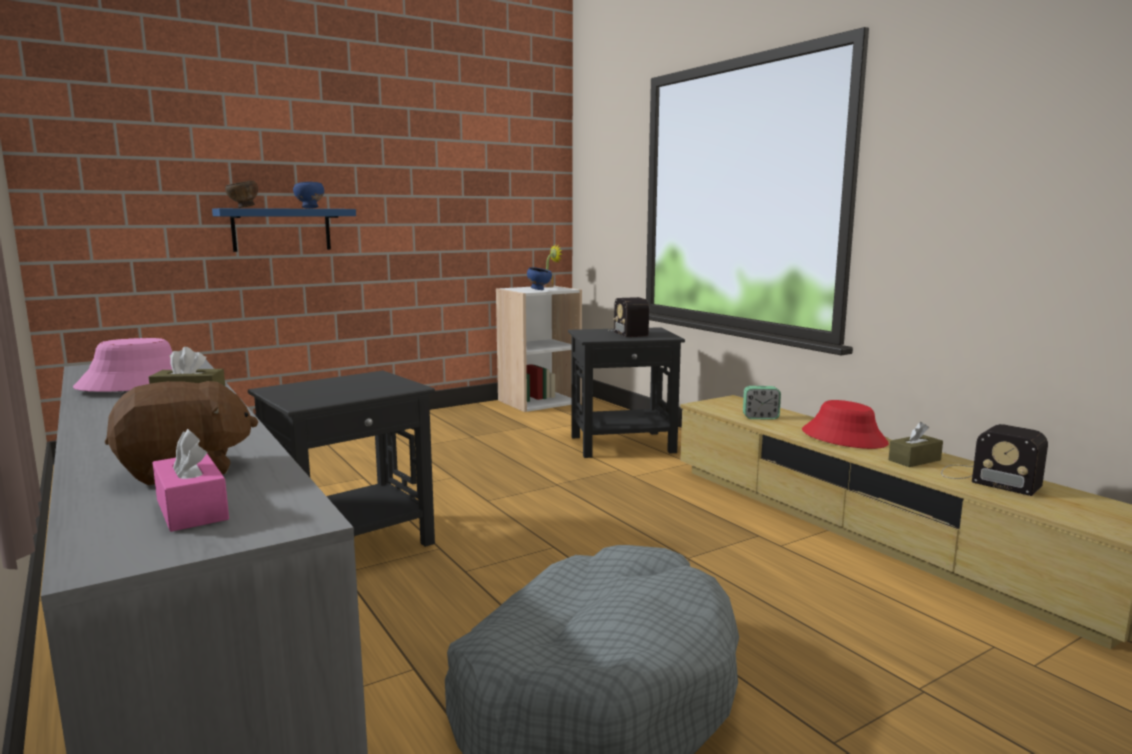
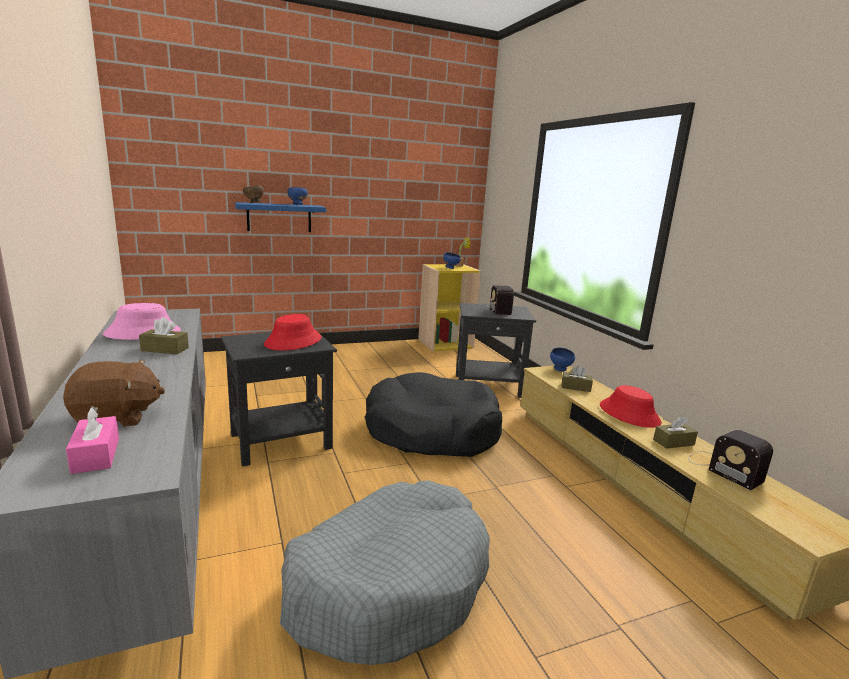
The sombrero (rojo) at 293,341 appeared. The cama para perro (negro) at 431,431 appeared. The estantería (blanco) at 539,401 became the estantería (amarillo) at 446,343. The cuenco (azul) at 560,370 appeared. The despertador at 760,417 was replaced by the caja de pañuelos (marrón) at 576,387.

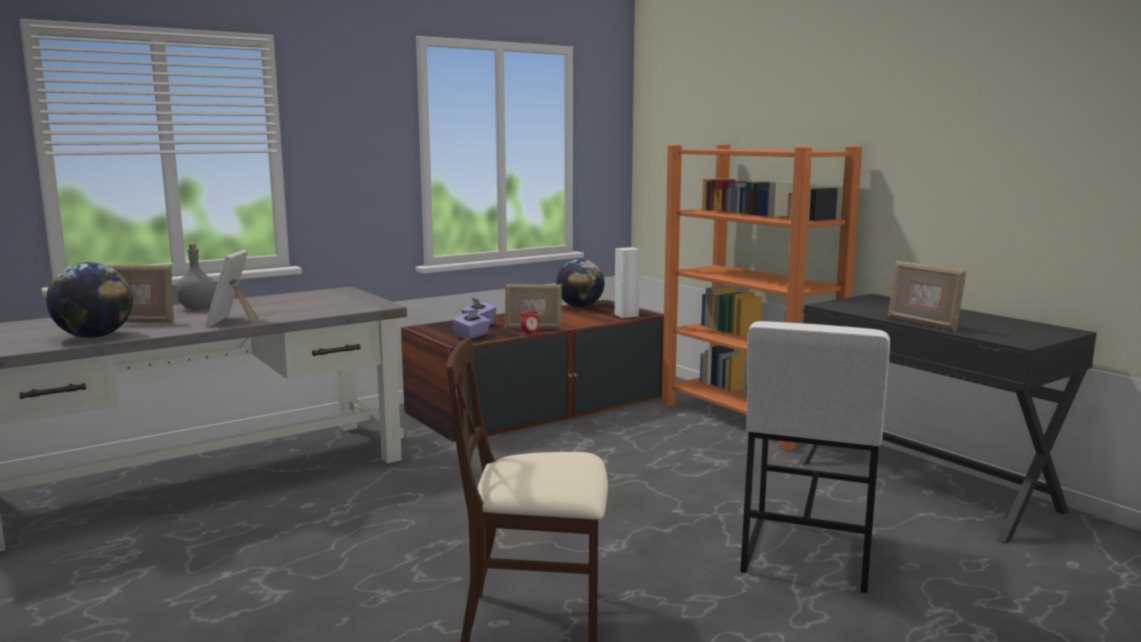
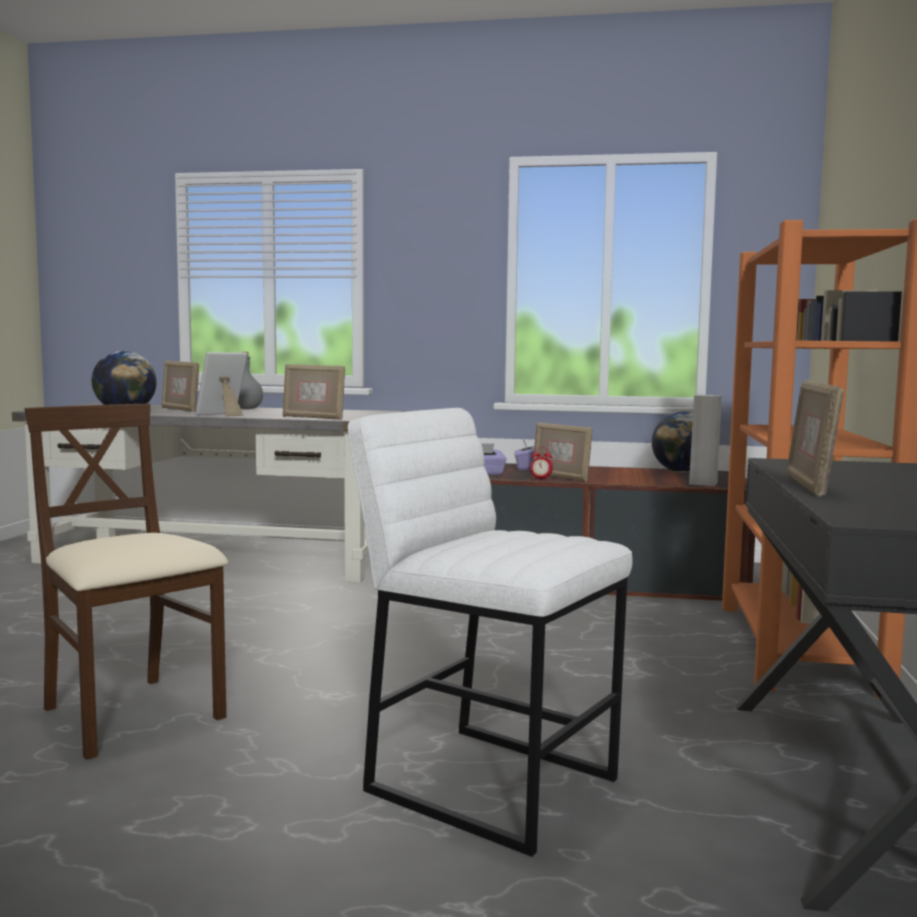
The portarretratos at 313,418 appeared. The silla (blanco) at 807,554 turned 60 degrees clockwise.

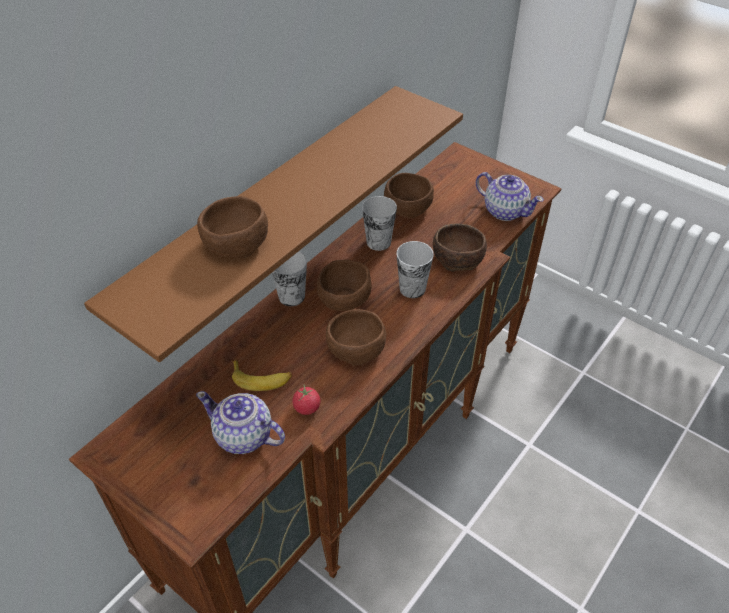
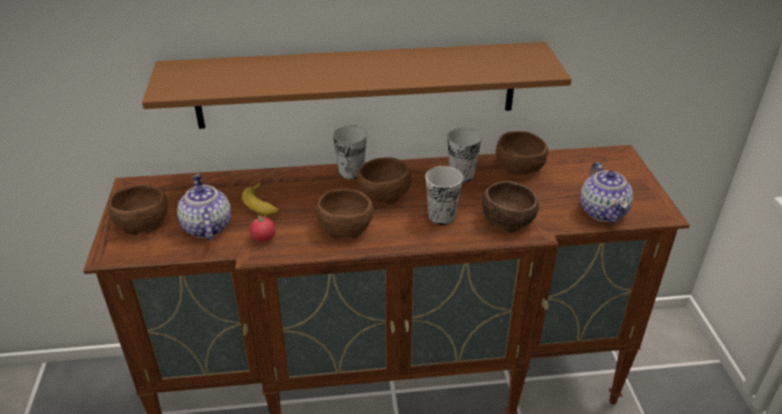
The cuenco (marrón) moved from 234,243 to 141,221.

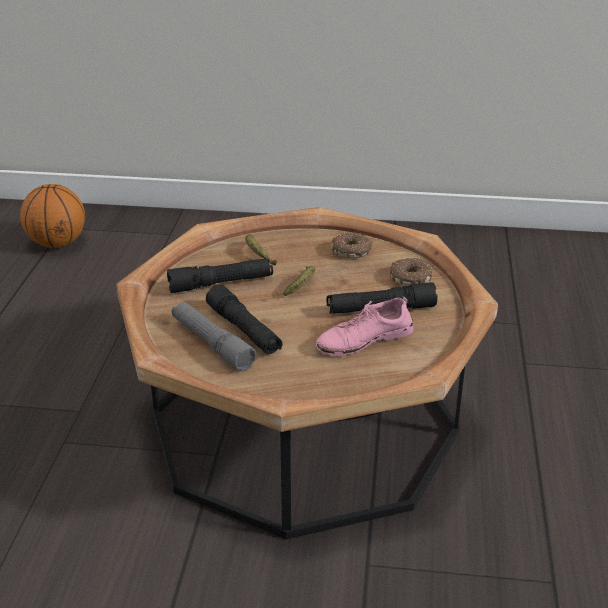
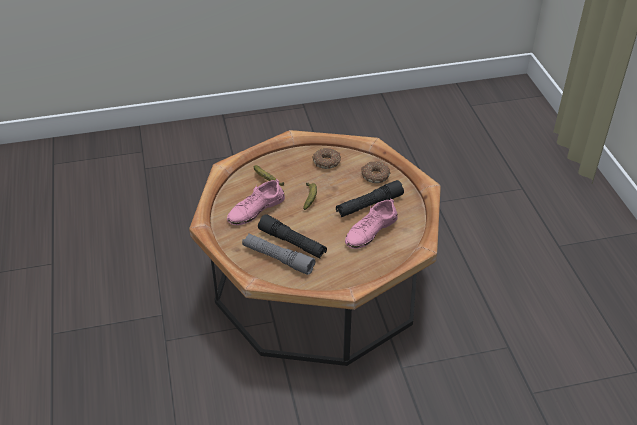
The linterna (negro) at 221,284 was replaced by the zapato (rosa) at 256,209. The balón de baloncesto at 57,243 disappeared.

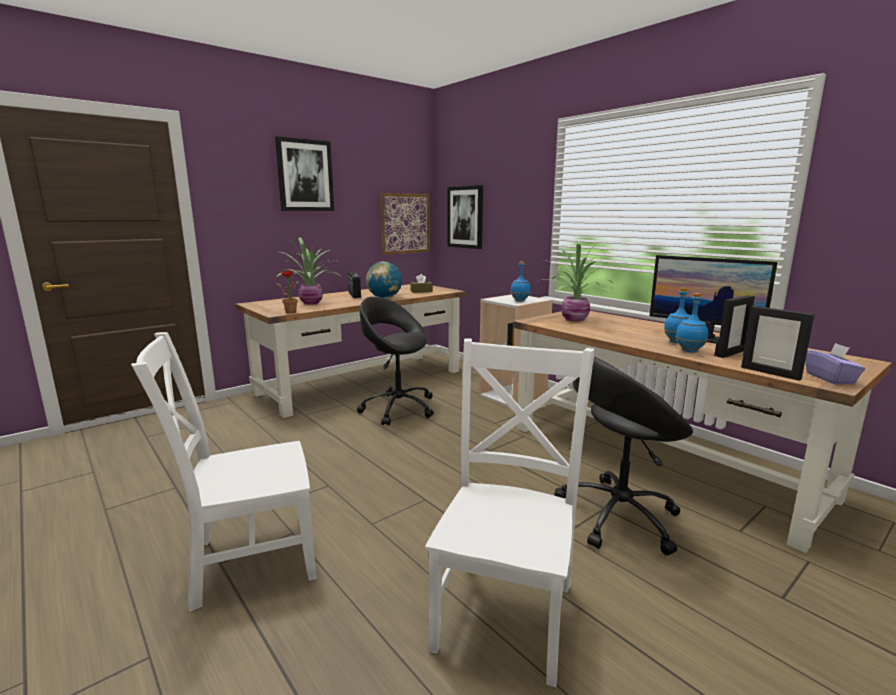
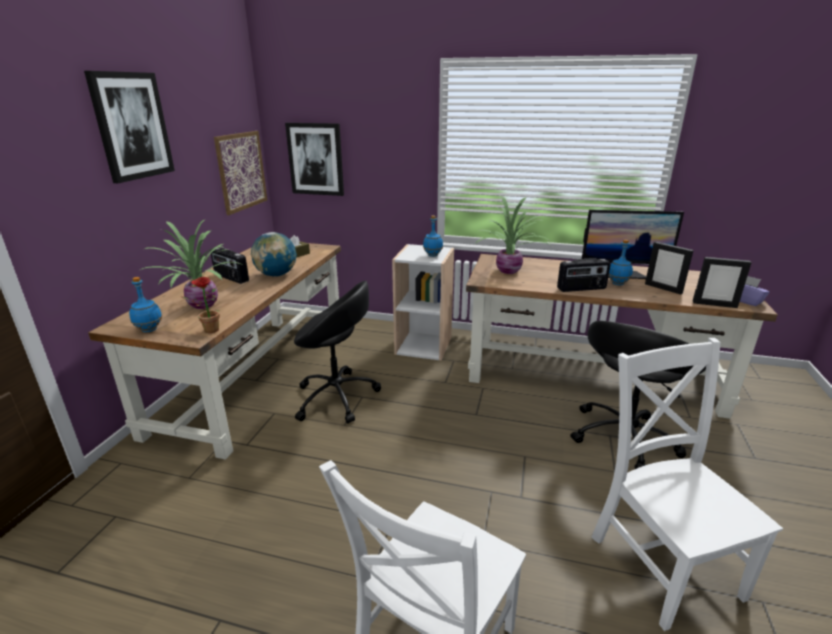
The botella (azul) moved from 689,351 to 149,330. The silla de oficina (negro) at 397,408 turned 150 degrees counterclockwise. The radio at 581,289 appeared. The portarretratos at 730,353 turned 120 degrees clockwise.

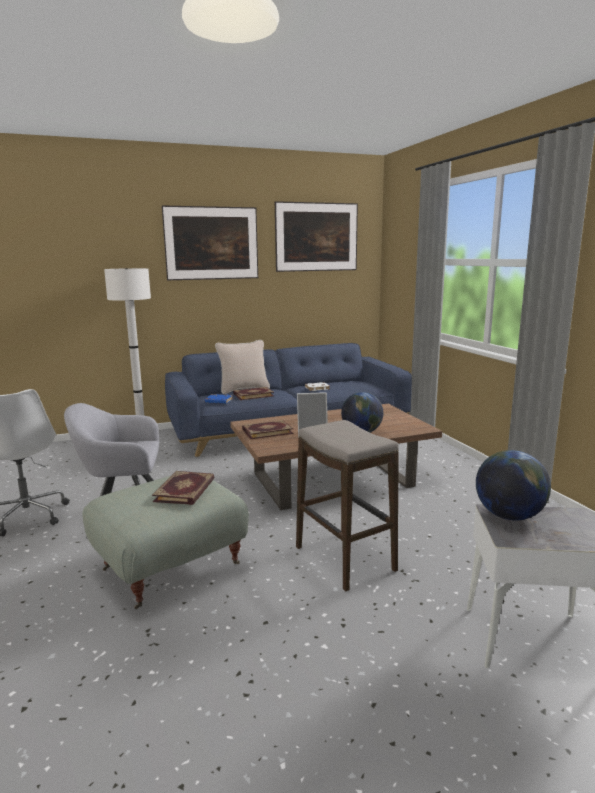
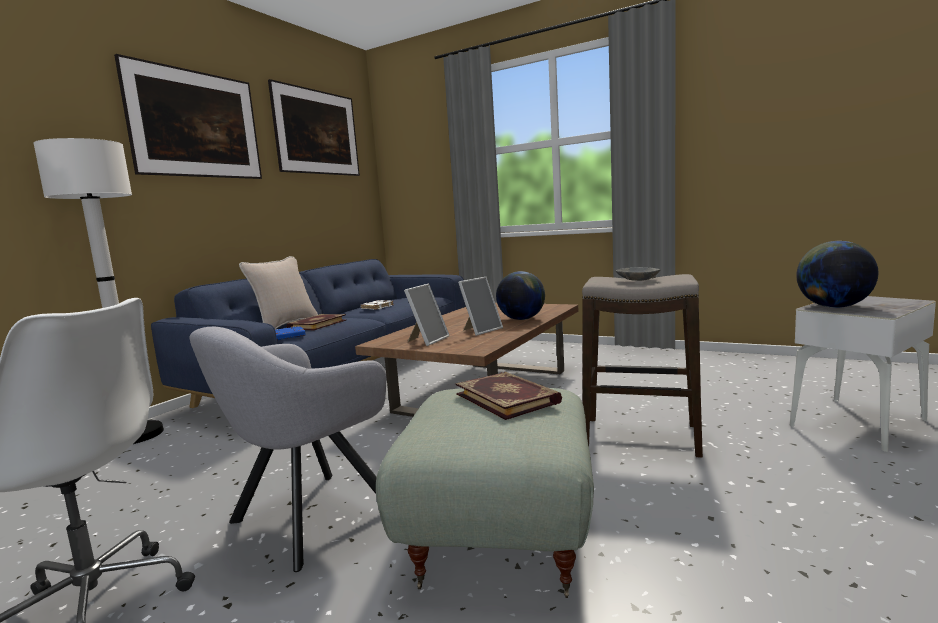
The libro at 267,431 was replaced by the portarretratos at 427,340. The cuenco (gris) at 638,280 appeared.

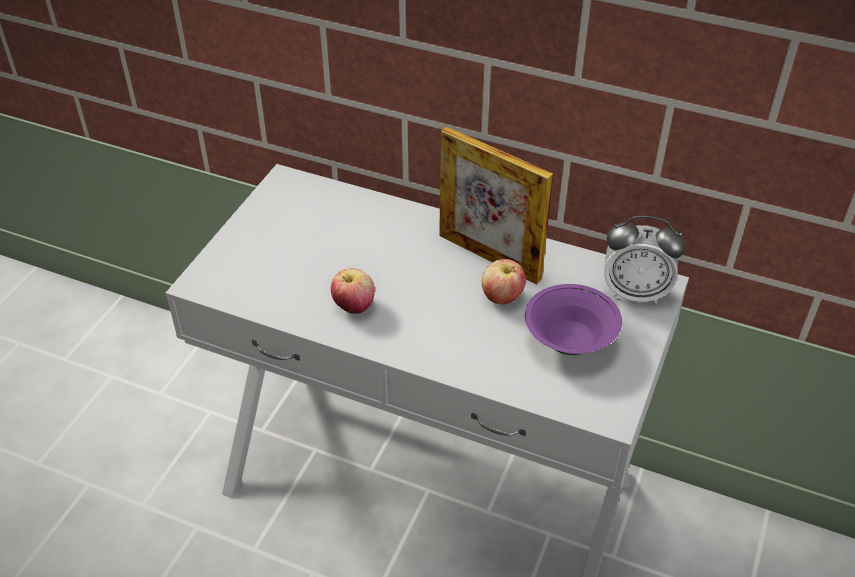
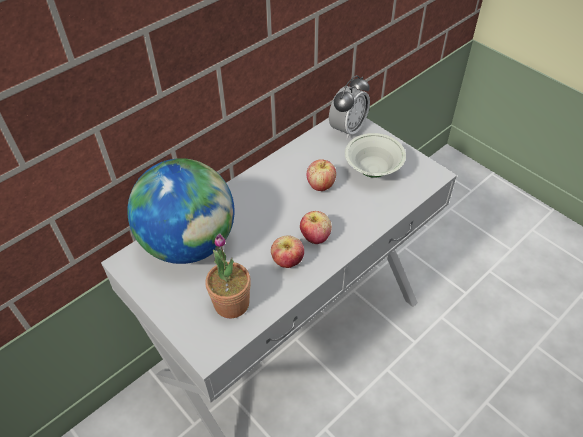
The globo terráqueo at 189,243 appeared. The planta en maceta at 231,303 appeared. The manzana at 315,237 appeared. The cuenco (morado) at 570,342 became the cuenco (blanco) at 373,170. The portarretratos at 489,257 disappeared.

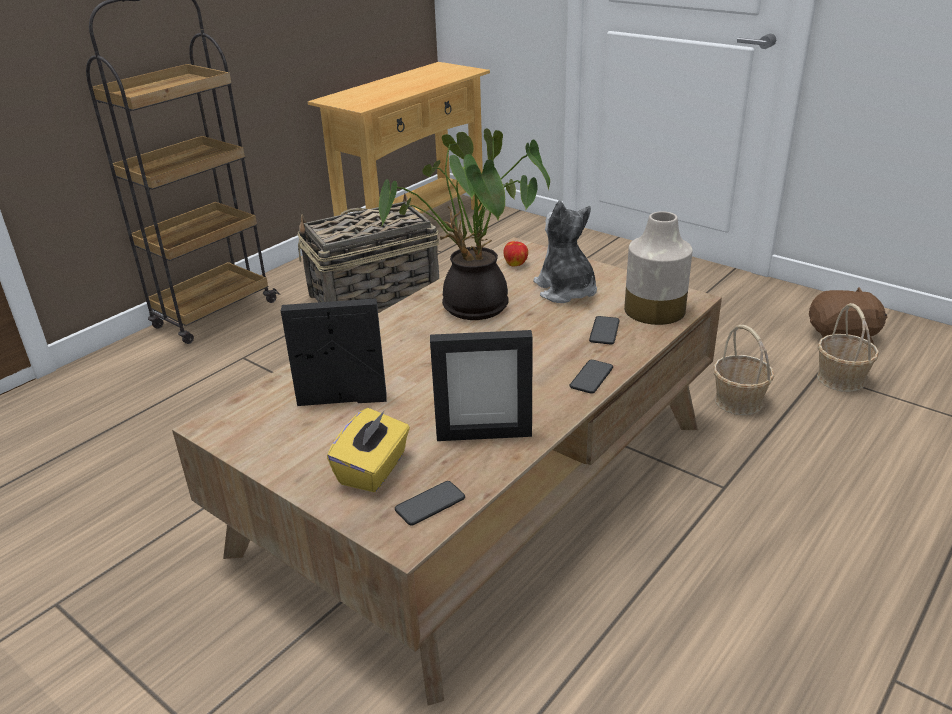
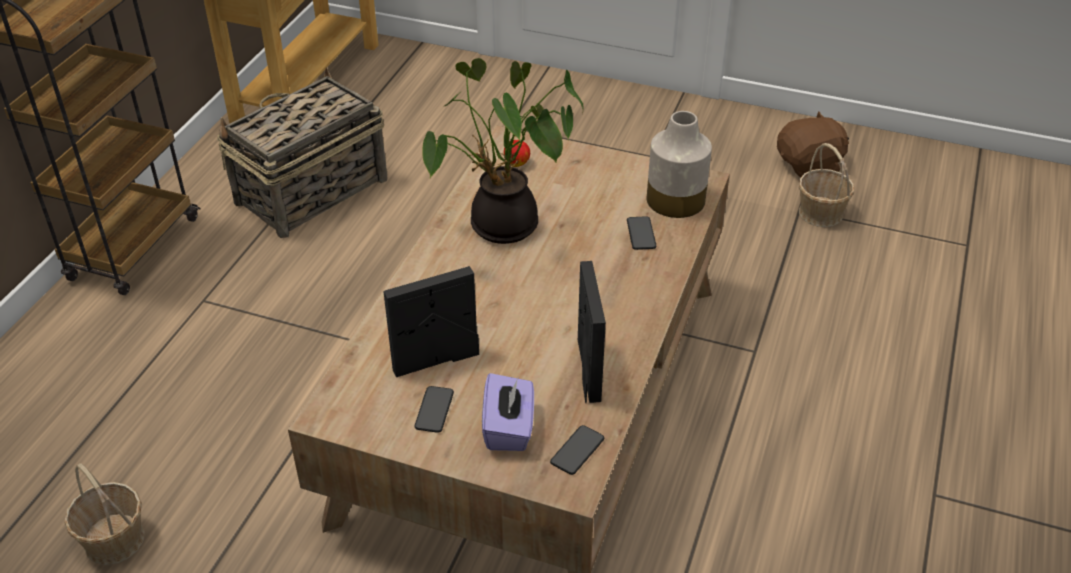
The cesta moved from 738,401 to 114,540. The móvil moved from 591,377 to 434,410. The caja de pañuelos (amarillo) at 373,469 became the caja de pañuelos (morado) at 509,428. The portarretratos at 484,433 turned 75 degrees counterclockwise. The peluche at 566,291 disappeared.

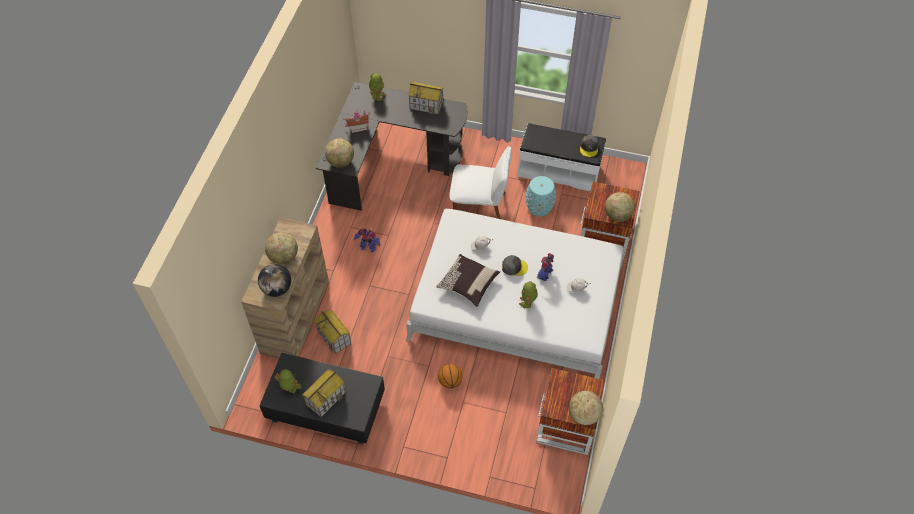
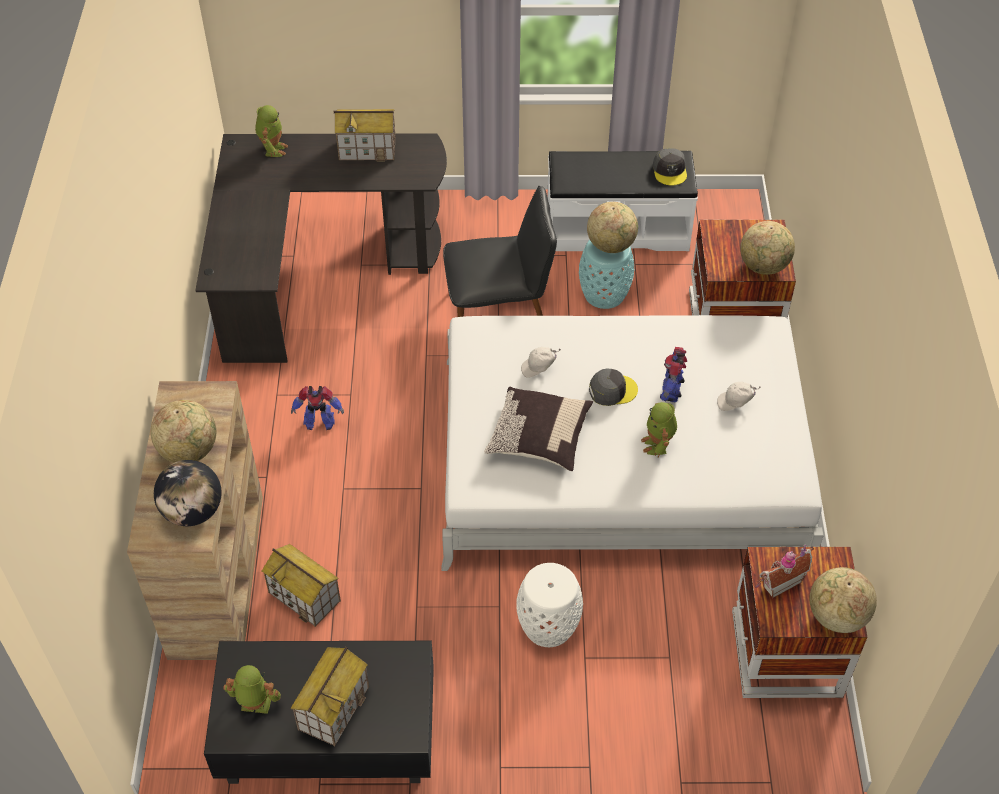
The silla (blanco) at 479,206 became the silla (negro) at 498,312. The balón de baloncesto at 450,381 was replaced by the taburete (blanco) at 548,626. The globo terráqueo moved from 341,162 to 611,245. The casita moved from 358,127 to 779,582.

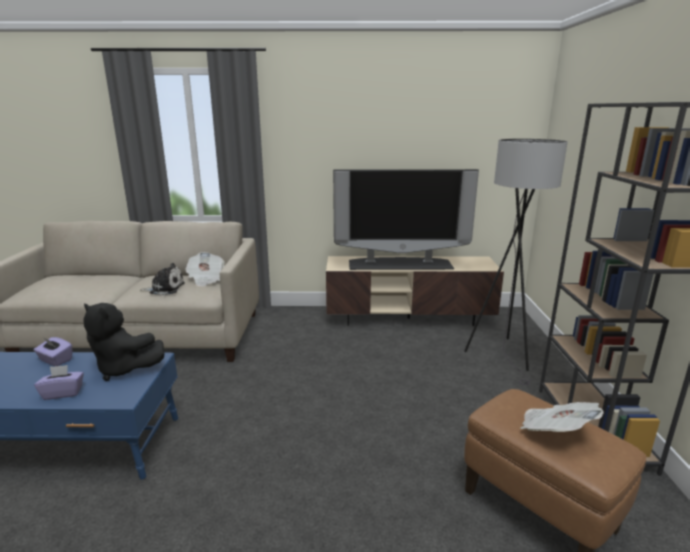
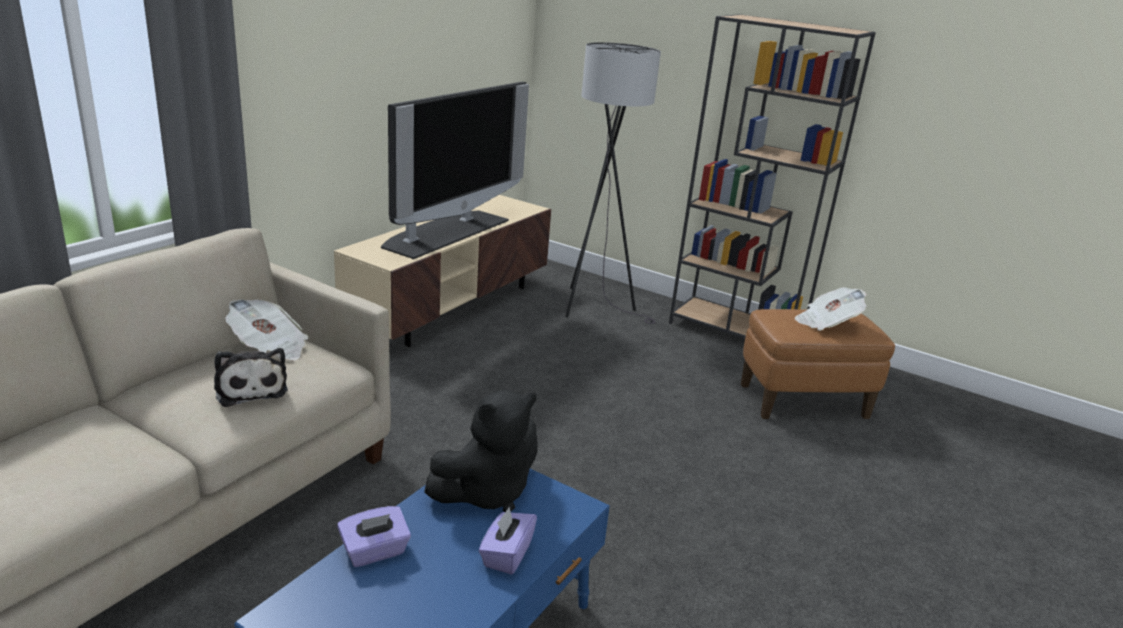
The peluche at 165,289 turned 120 degrees clockwise.

